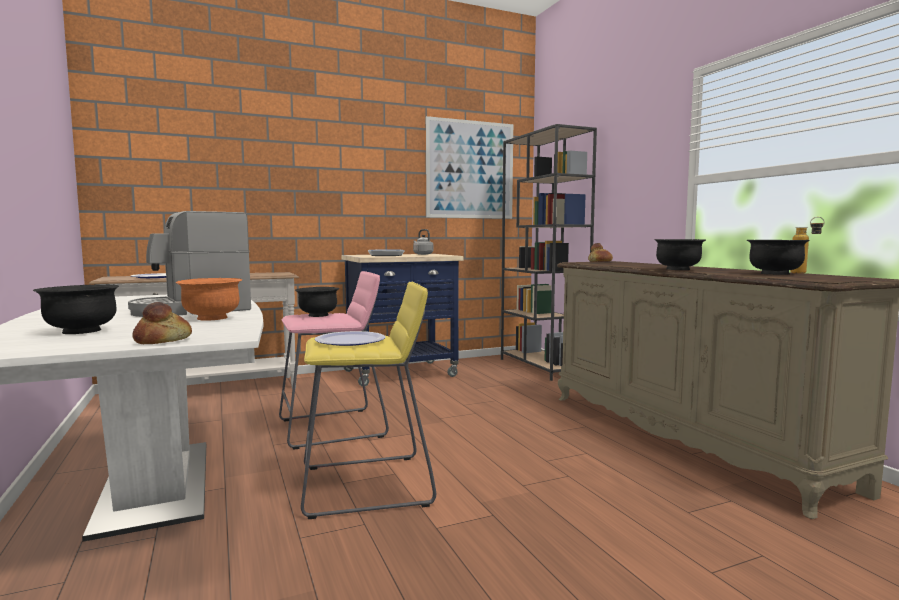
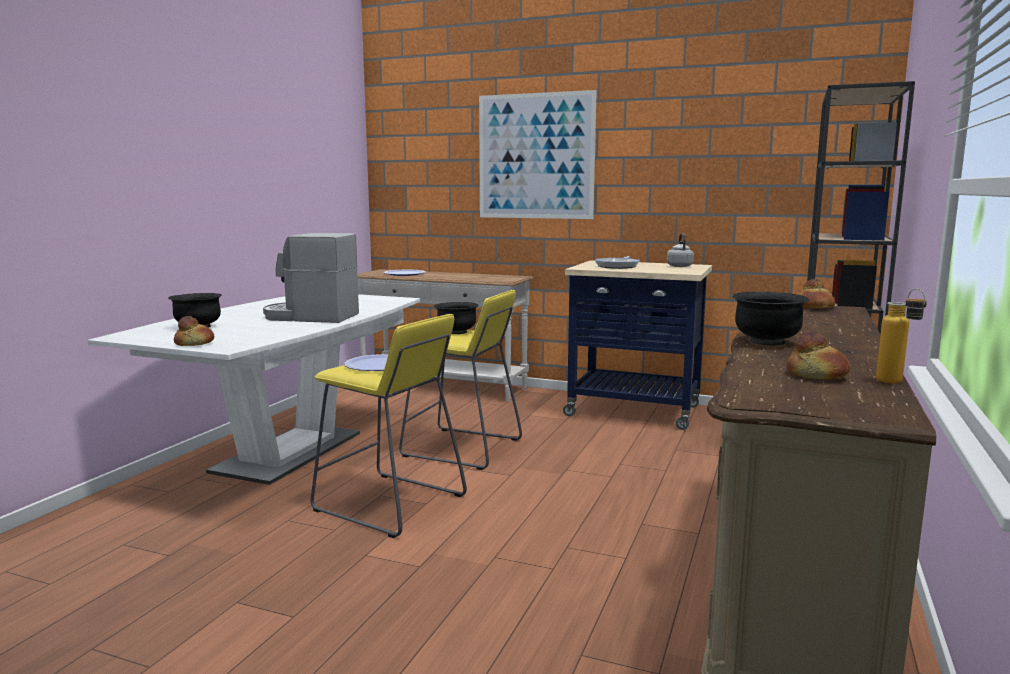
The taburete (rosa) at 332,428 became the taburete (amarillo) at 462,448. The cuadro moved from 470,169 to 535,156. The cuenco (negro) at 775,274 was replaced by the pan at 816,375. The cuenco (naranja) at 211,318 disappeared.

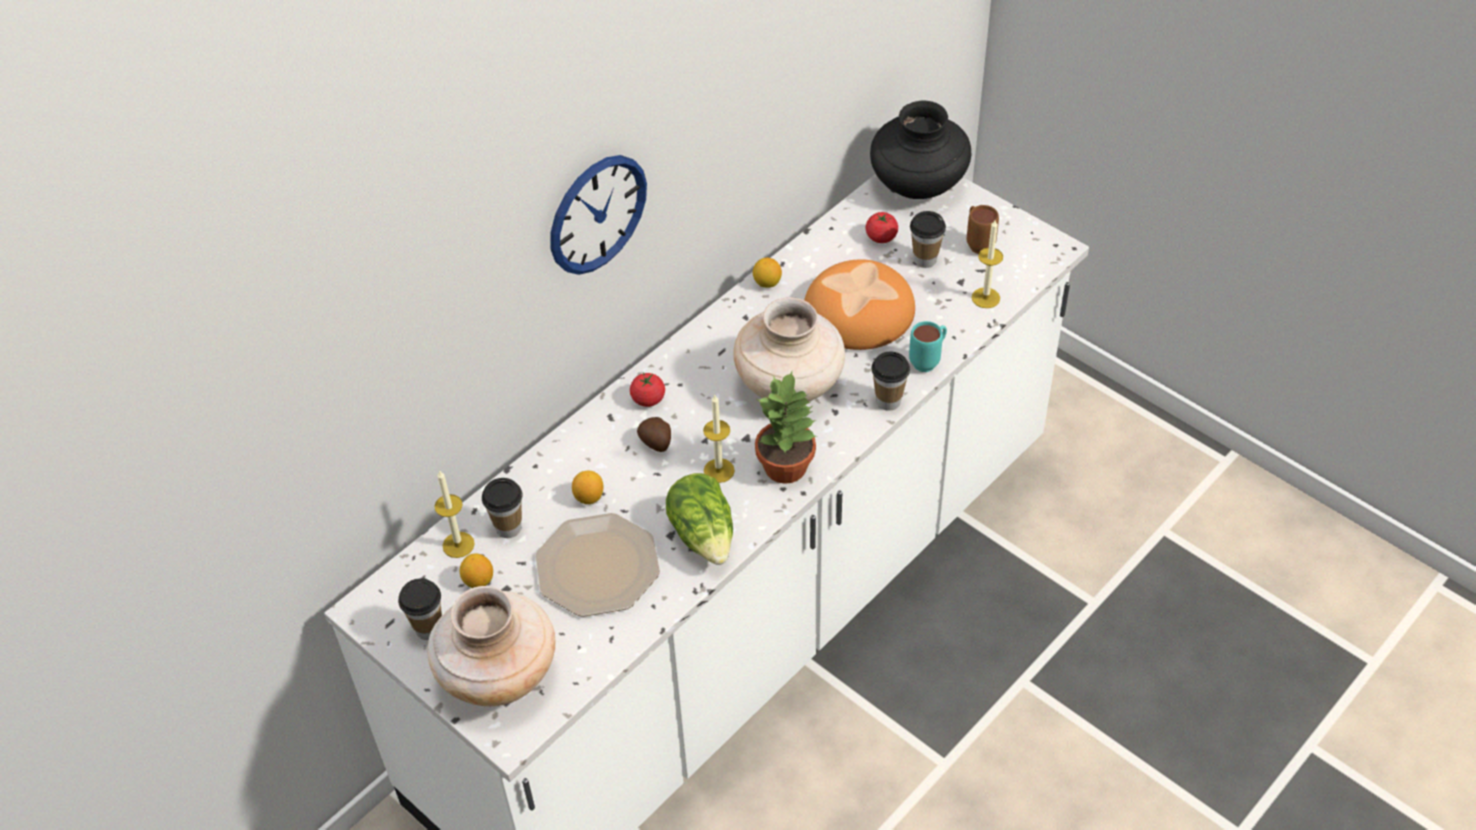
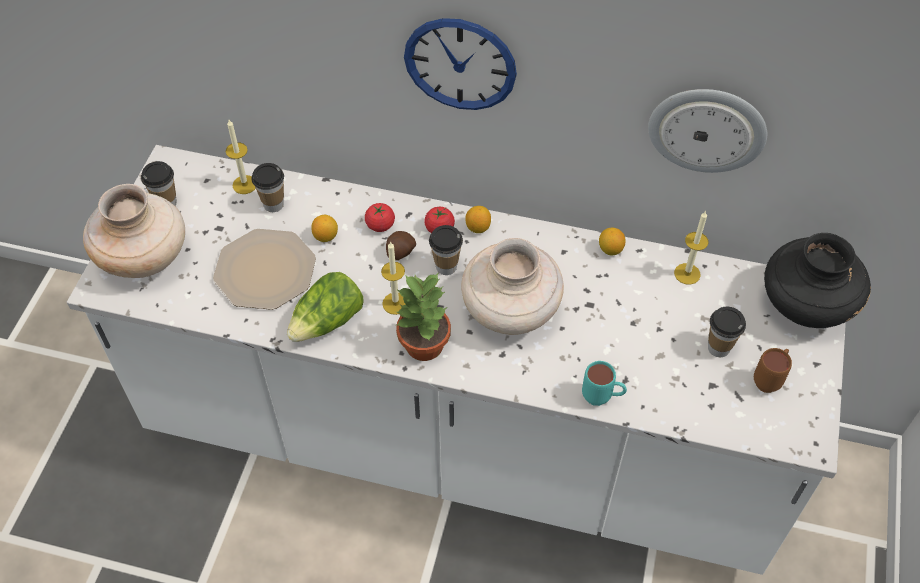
The tomate moved from 881,237 to 380,225. The taza moved from 888,401 to 446,267. The limón moved from 478,581 to 478,227. The reloj de pared at 707,129 appeared. The vela moved from 985,298 to 687,274. The pan at 859,311 disappeared.

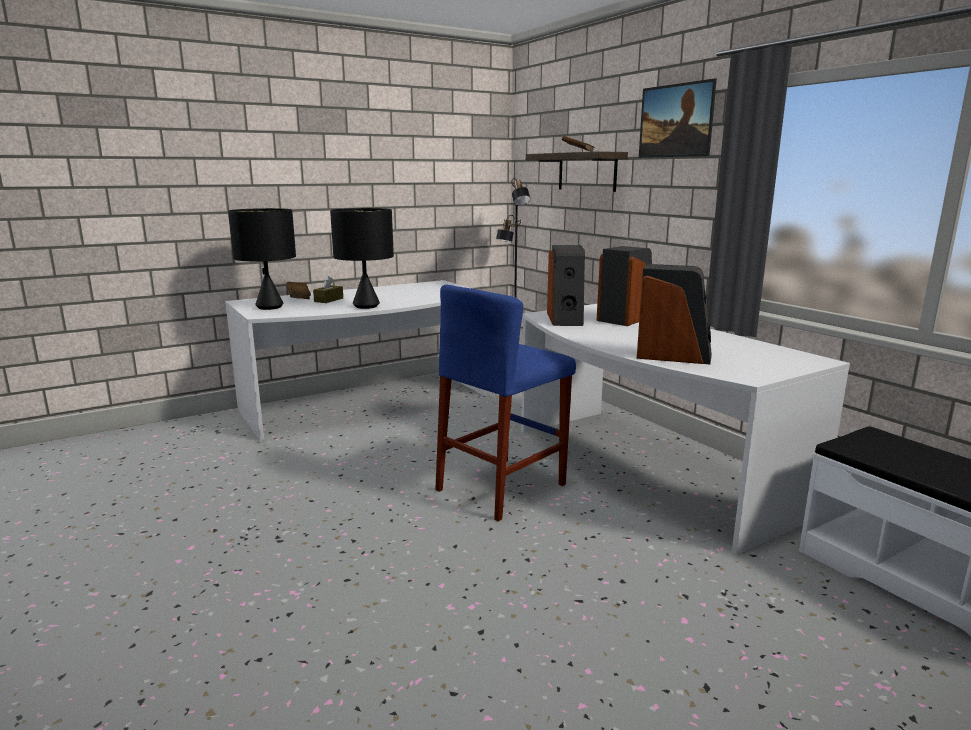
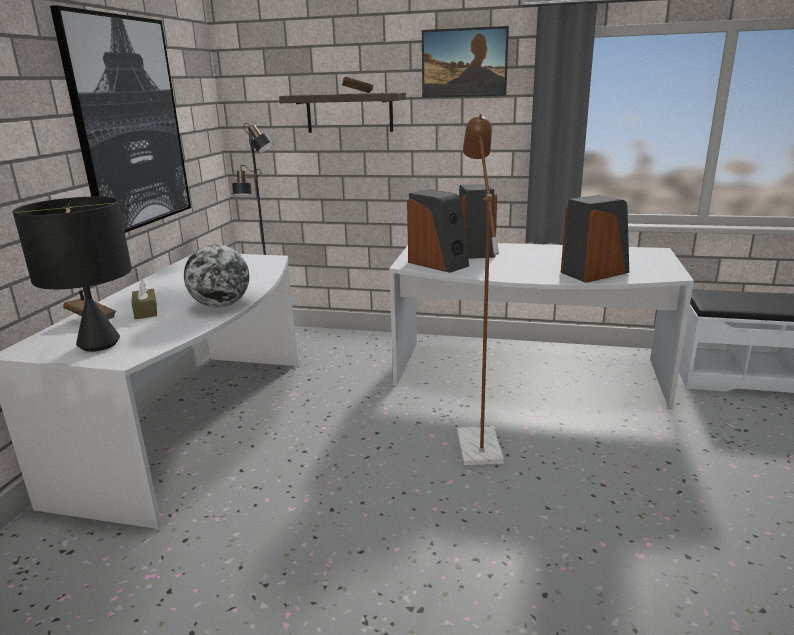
The cuadro at 129,124 appeared. The lámpara de mesa (negro) at 366,306 was replaced by the globo terráqueo at 221,305. The taburete (azul) at 501,487 was replaced by the lámpara de pie (marrón) at 477,440.

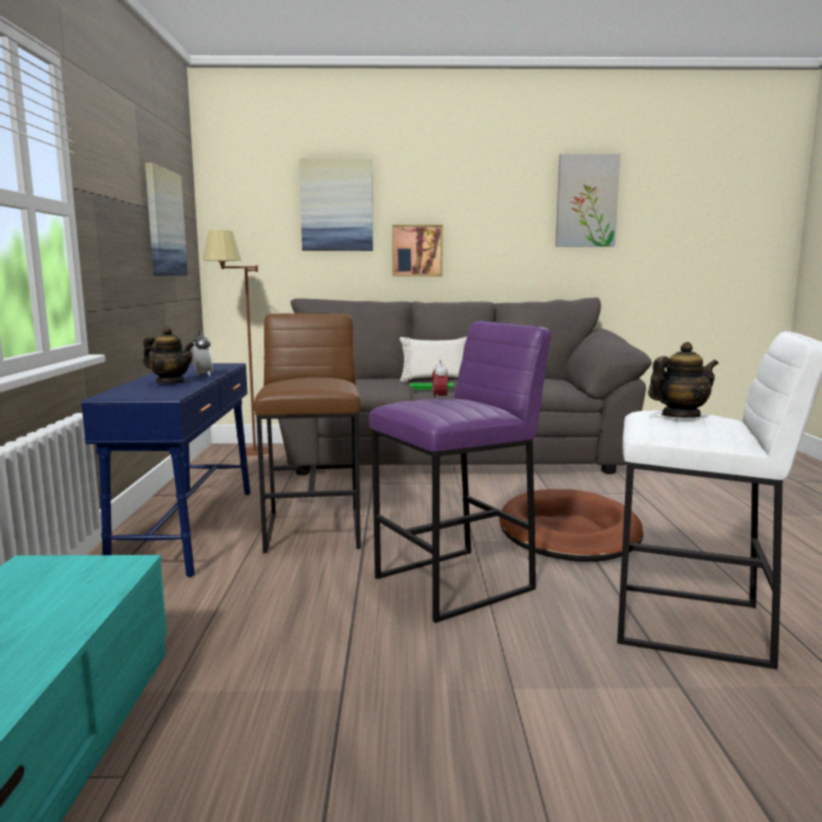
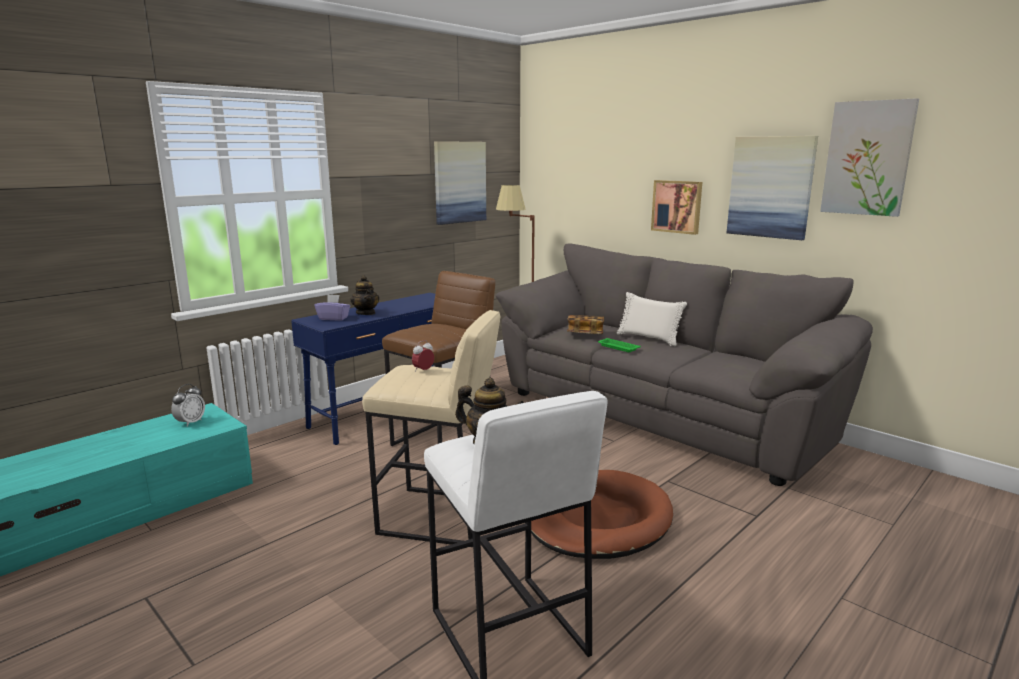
The despertador moved from 203,375 to 190,422. The caja de pañuelos (morado) at 333,318 appeared. The taburete (morado) at 456,582 became the taburete (beis) at 440,516. The libro at 585,334 appeared. The cuadro moved from 337,205 to 771,187.

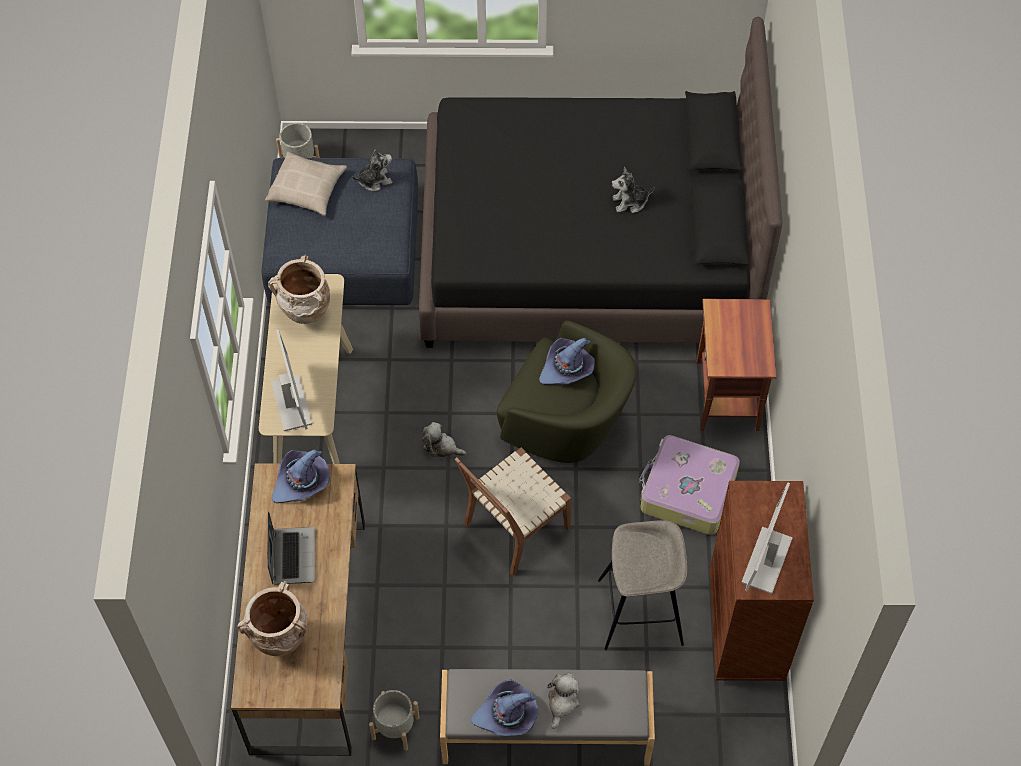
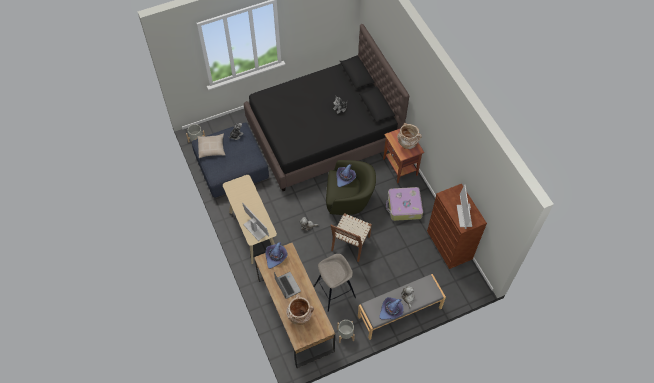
The taburete (gris) moved from 640,612 to 334,292. The florero (beis) moved from 306,314 to 406,145.

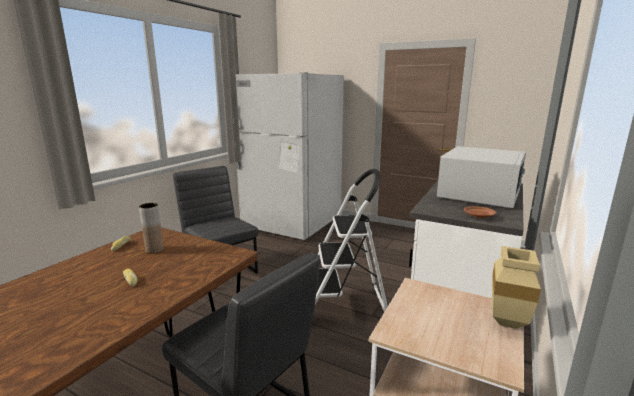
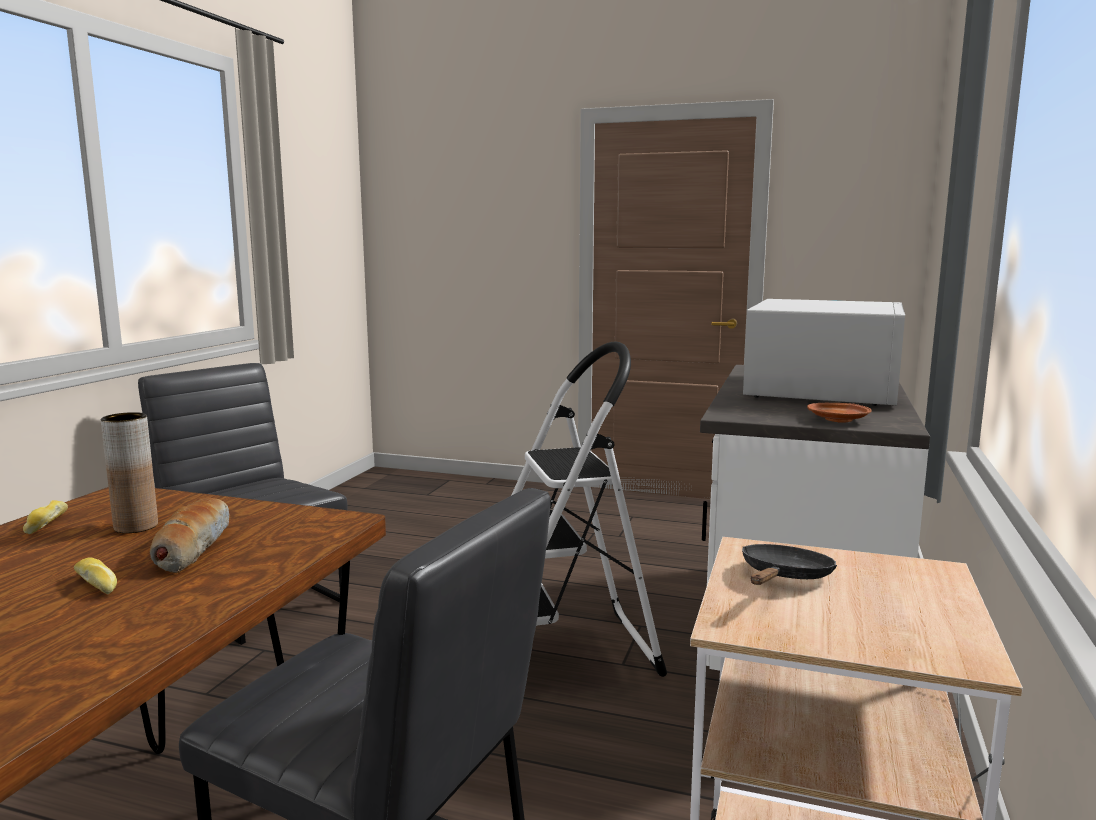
The pan at 192,547 appeared. The sartén (negro) at 784,577 appeared. The nevera (blanco) at 293,222 disappeared. The florero (beis) at 505,320 disappeared.

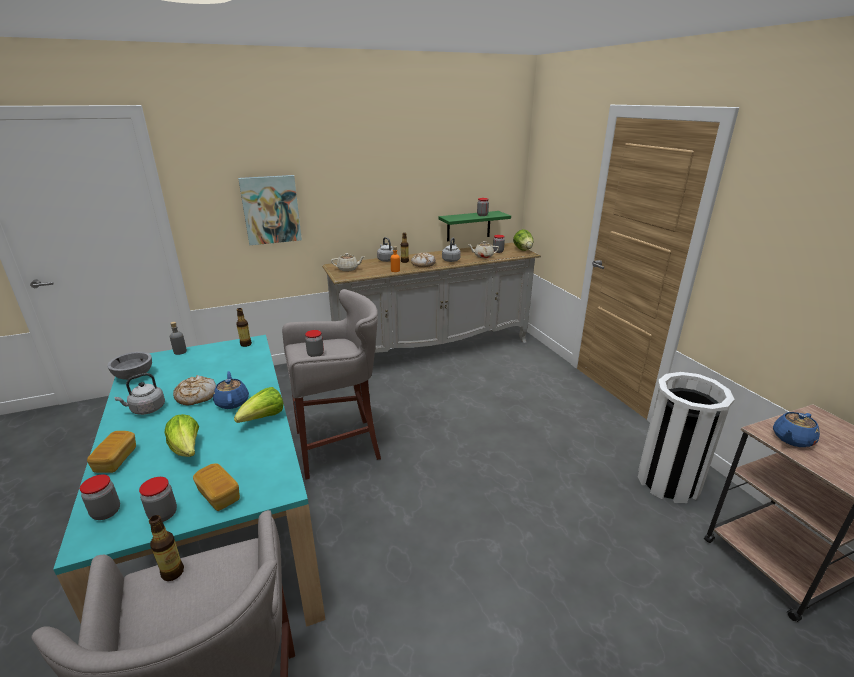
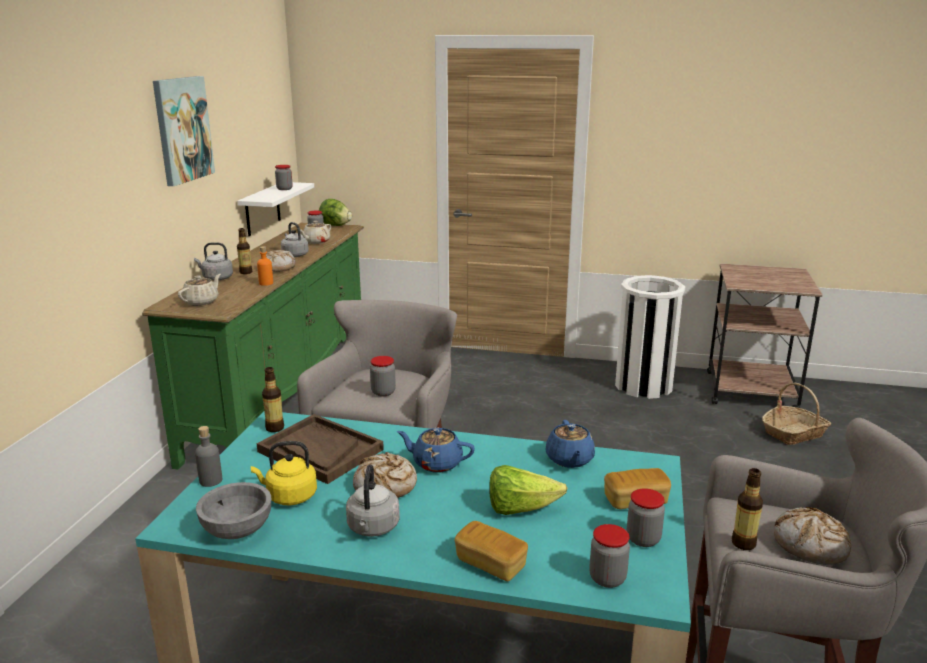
The armario (gris) at 434,349 became the armario (verde) at 285,397. The cuadro moved from 271,210 to 182,129. The estante (verde) at 468,226 became the estante (blanco) at 262,209. The hervidor (amarillo) at 289,496 appeared. The bandeja (marrón) at 320,451 appeared. The tetera (azul) moved from 792,439 to 569,460. The cesta at 794,433 appeared. The pan at 810,545 appeared. The lechuga at 263,418 disappeared.

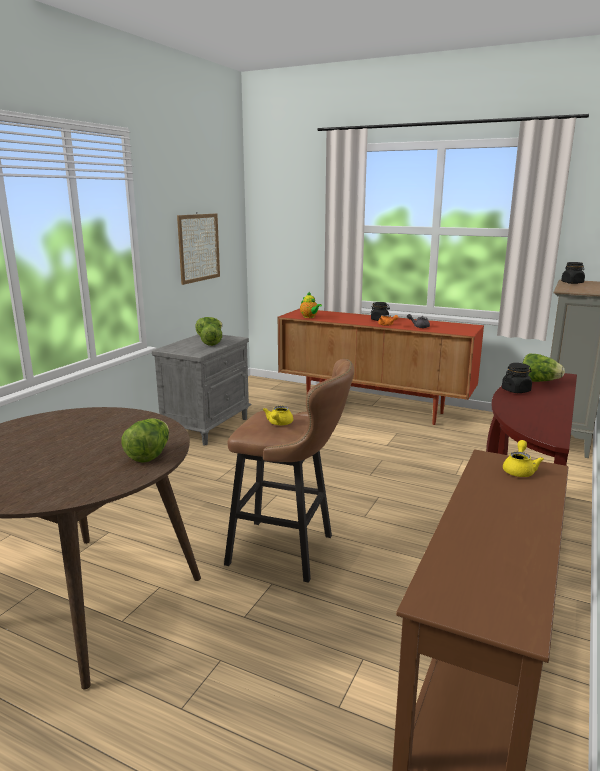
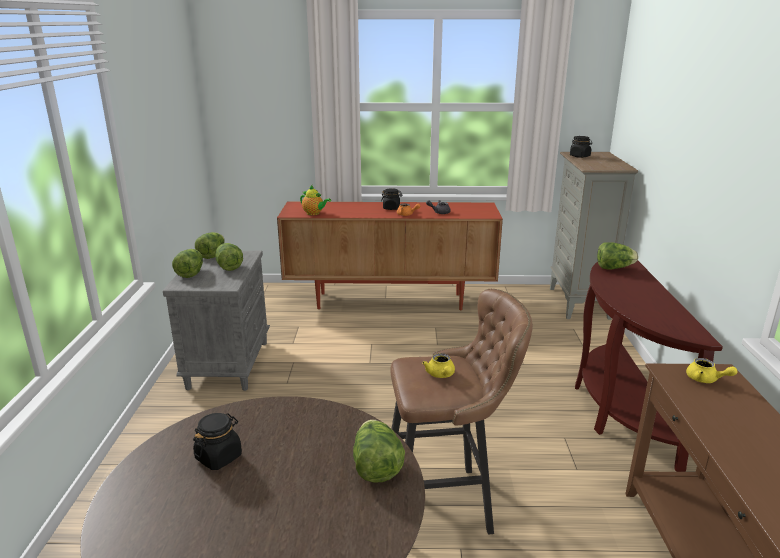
The lechuga at 191,273 appeared. The tarro (negro) moved from 516,390 to 219,457. The tetera (amarillo) at 519,470 turned 135 degrees clockwise. The cuadro at 198,246 disappeared.

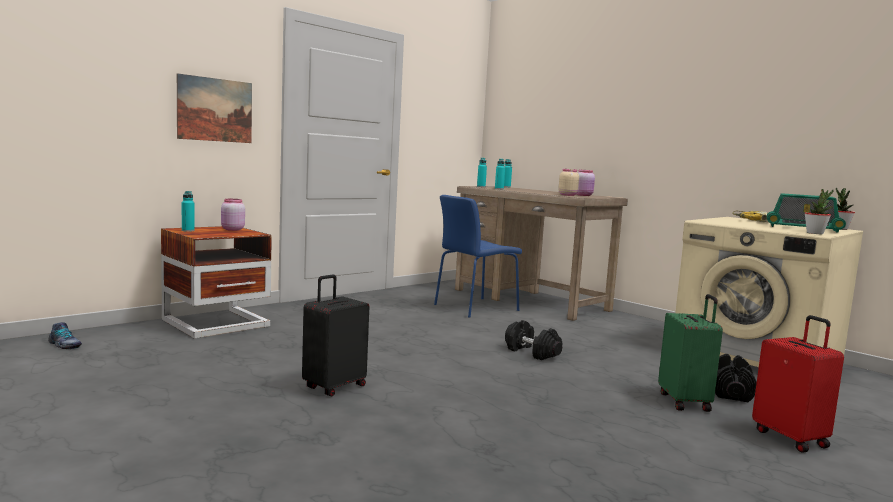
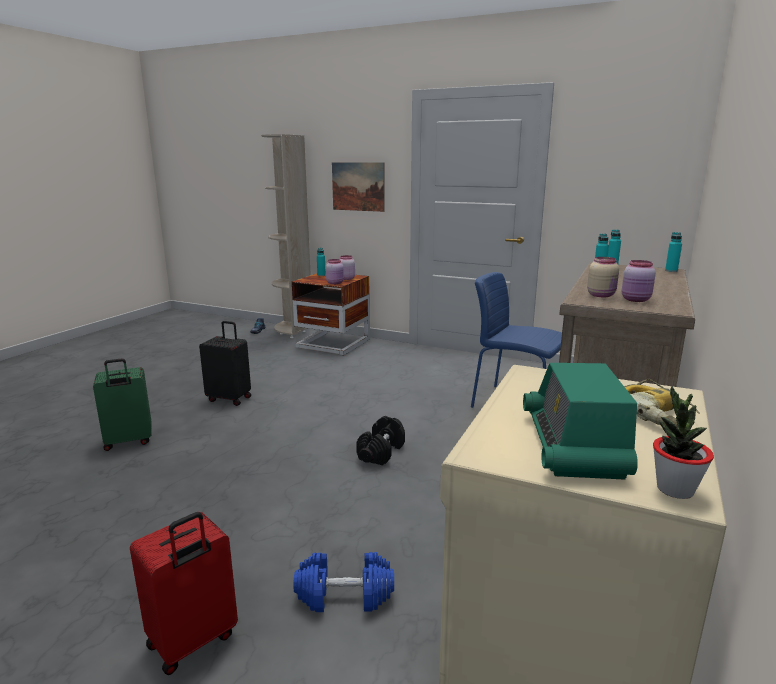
The maleta (verde) moved from 685,402 to 128,442. The estantería (beis) at 290,333 appeared. The mancuerna (negro) at 731,392 became the mancuerna (azul) at 344,596. The tarro (rosa) at 335,283 appeared. The planta en maceta at 815,233 disappeared.

